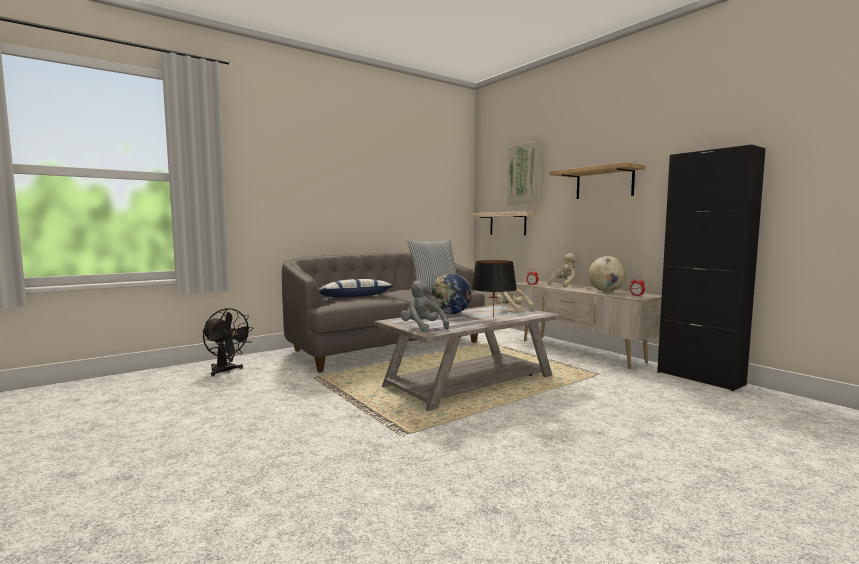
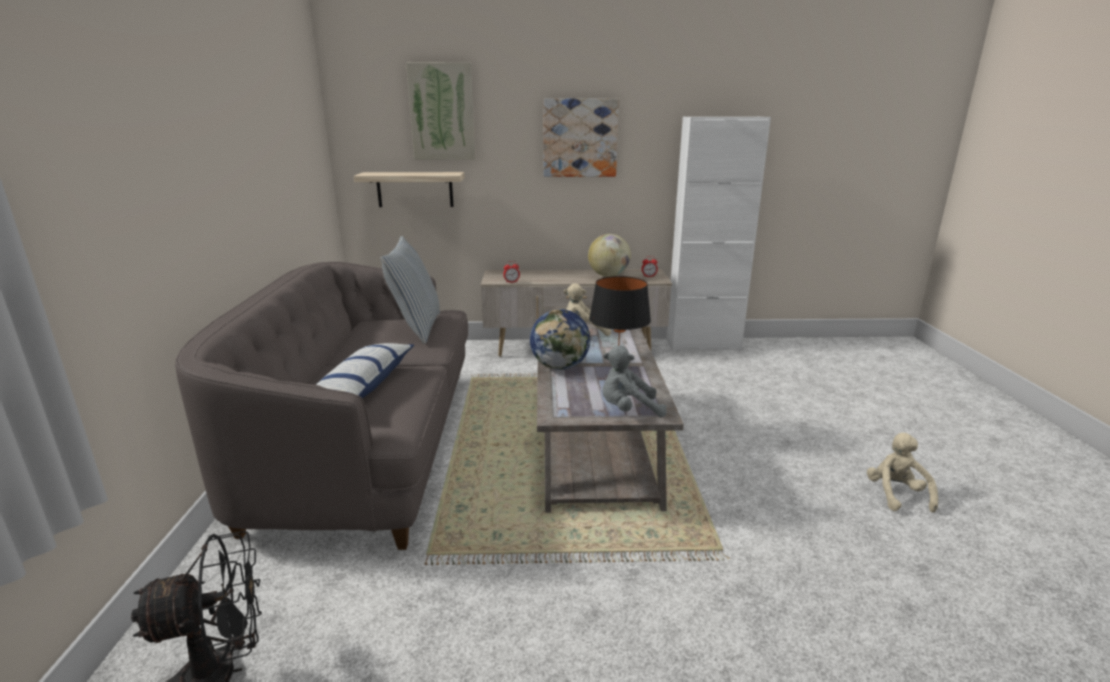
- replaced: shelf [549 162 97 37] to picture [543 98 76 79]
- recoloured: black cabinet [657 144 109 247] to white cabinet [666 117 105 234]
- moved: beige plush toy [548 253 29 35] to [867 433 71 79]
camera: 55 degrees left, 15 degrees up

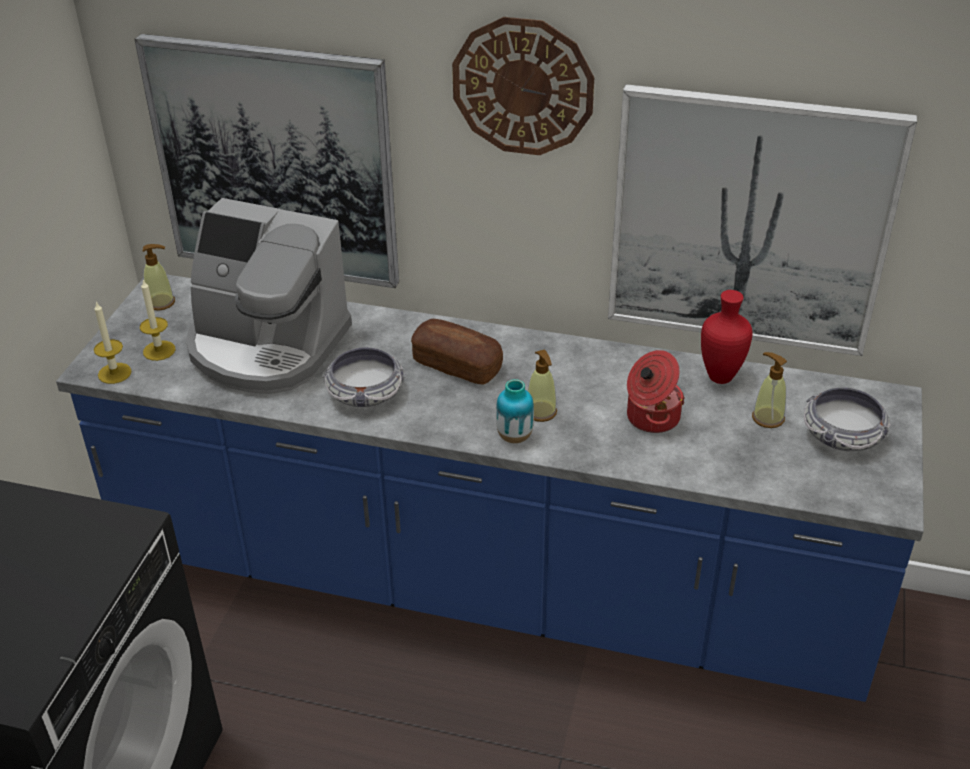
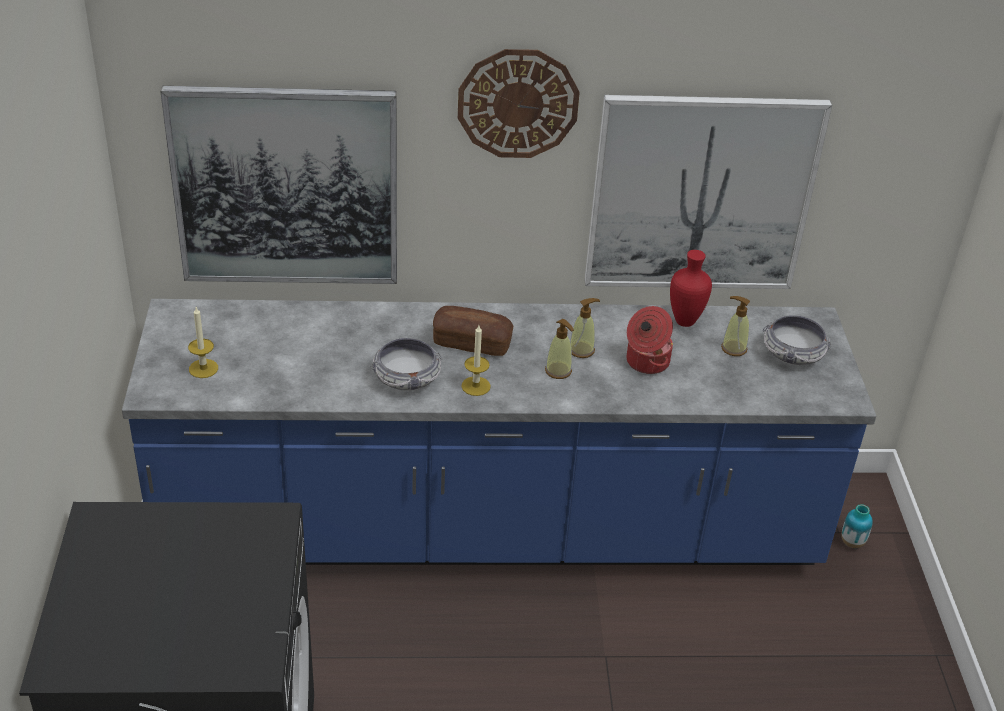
- moved: candle [94 301 38 83] to [461 325 30 71]
- moved: soap dispenser [143 244 32 66] to [570 298 30 60]
- moved: vase [496 379 38 64] to [841 504 32 44]
- removed: coffee machine [186 198 166 196]
camera: 20 degrees left, 0 degrees up

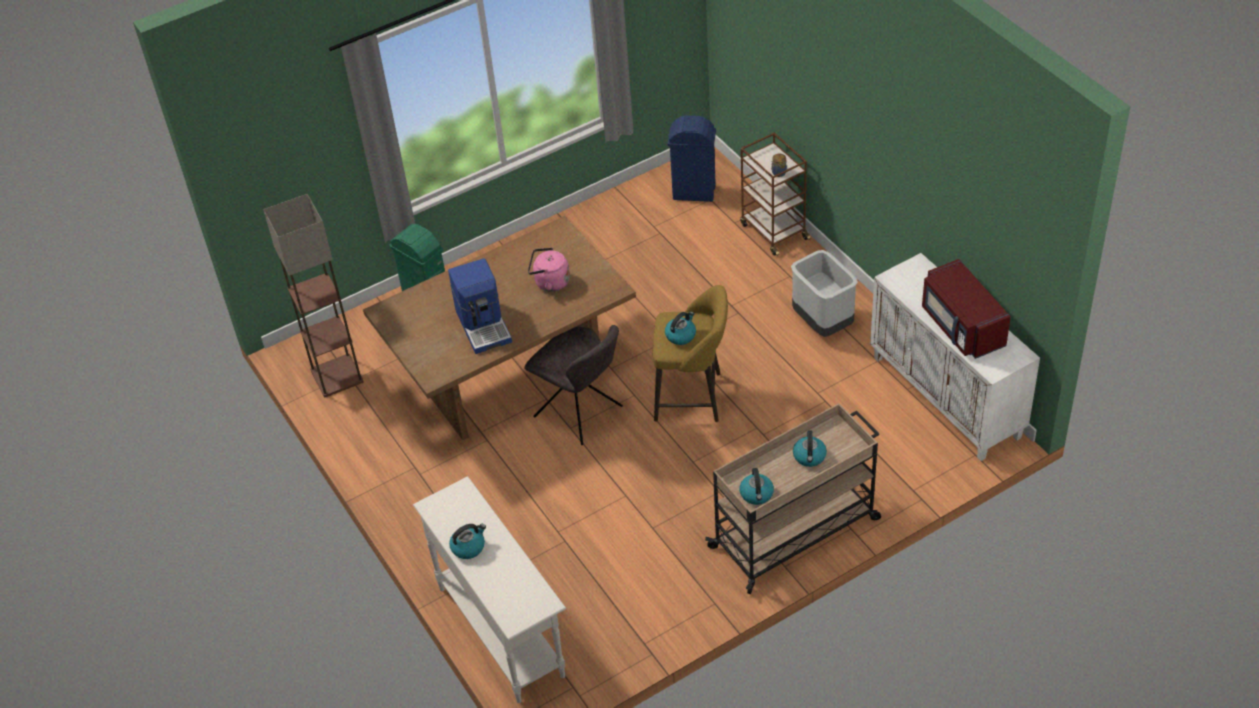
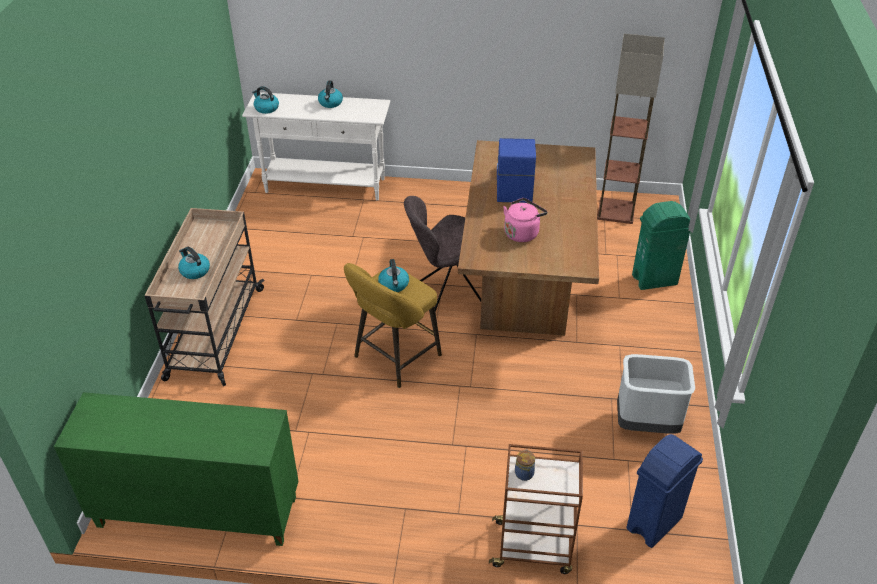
- recoloured: white cabinet [870 253 170 208] to green cabinet [54 392 244 154]
- moved: kettle [740 468 34 37] to [252 86 27 28]
- turned: coffee machine [448 258 64 96] = [497 138 39 65] 75 degrees clockwise
- moved: grey trash can [791 250 67 87] to [617 354 78 80]
- removed: red microwave [922 259 89 100]
camera: 125 degrees right, 5 degrees down

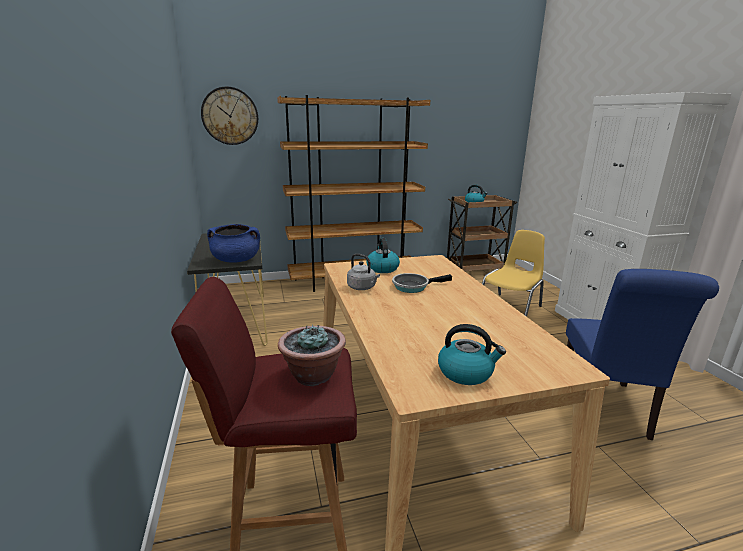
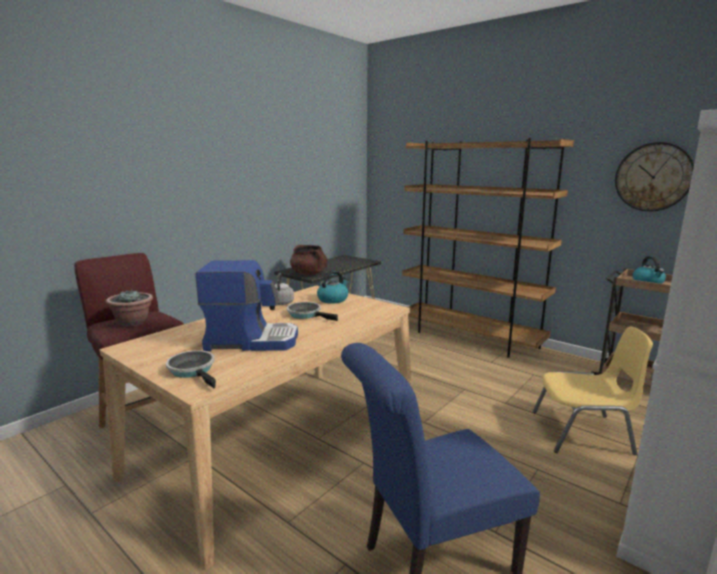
- added: frying pan [166 350 50 38]
- added: coffee machine [195 260 103 91]
- recoloured: blue cooking pot [207 224 53 39] to brown cooking pot [290 245 37 30]
- moved: wall clock [201 87 57 58] to [615 142 79 70]
- removed: kettle [438 324 68 61]
camera: 55 degrees right, 5 degrees down

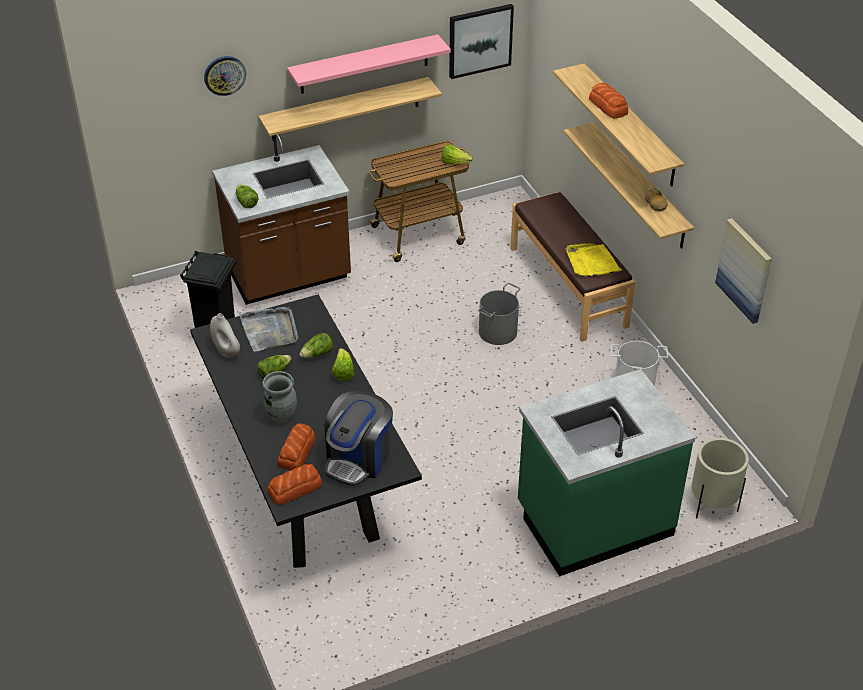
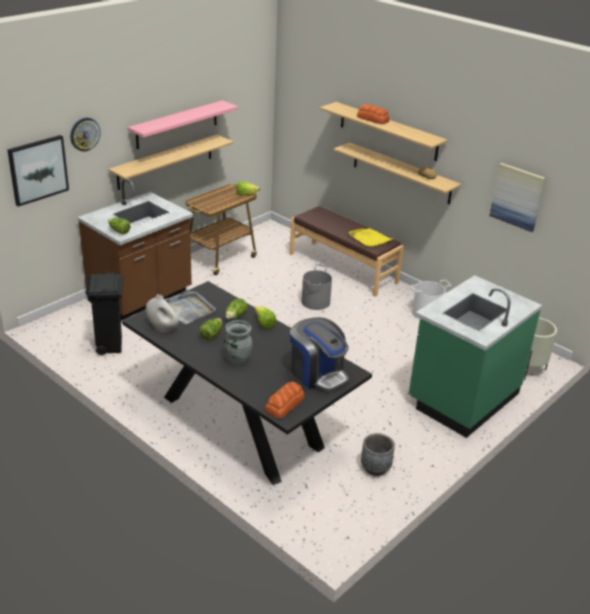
- moved: picture [449 4 65 75] to [7 135 62 72]
- turned: coffee machine [324 391 69 95] = [290 317 59 75] 45 degrees counterclockwise
- added: grey planter [361 433 34 43]
- removed: bread [277 423 39 47]
camera: 25 degrees left, 10 degrees down

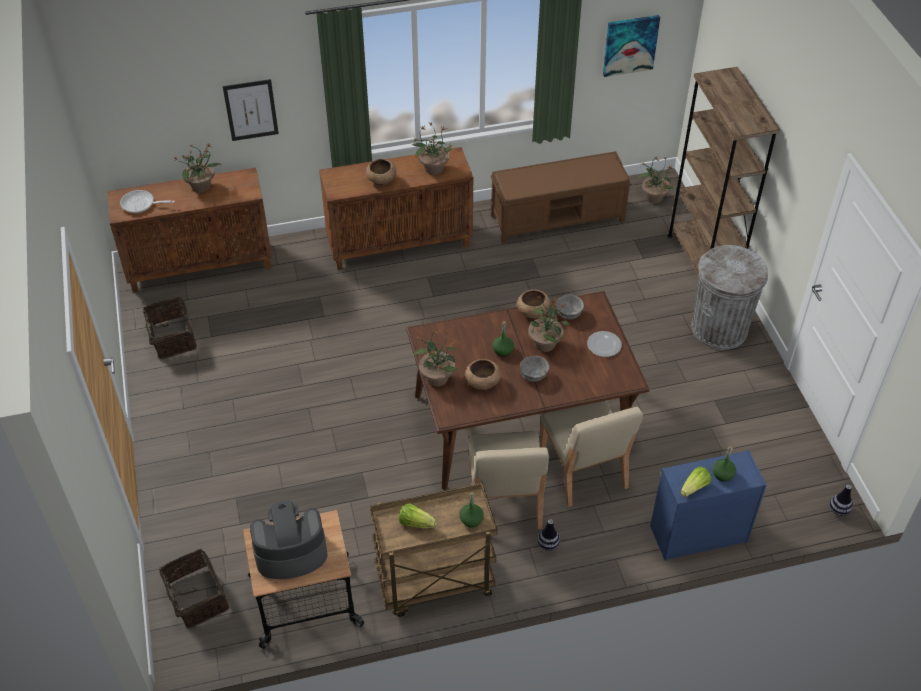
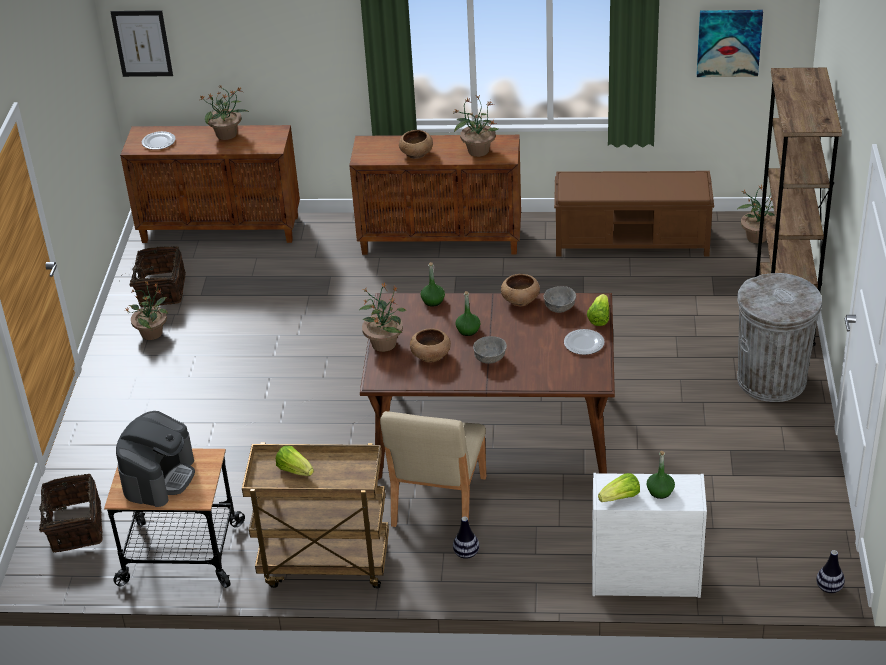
- moved: picture [223 79 56 62] to [111 10 62 67]
- turned: coffee machine [250 501 77 78] = [116 411 79 96] 105 degrees clockwise
- moved: potted plant [528 296 42 56] to [125 281 43 59]
- replaced: frying pan [120 190 55 23] to plate [142 131 34 19]
- moved: green bottle [459 492 25 36] to [420 262 25 45]
- added: lettuce [587 294 22 32]
- recoloured: blue dresser [650 450 117 111] to white dresser [592 473 115 125]
- removed: beige chair [540 401 103 106]
camera: 20 degrees right, 10 degrees down

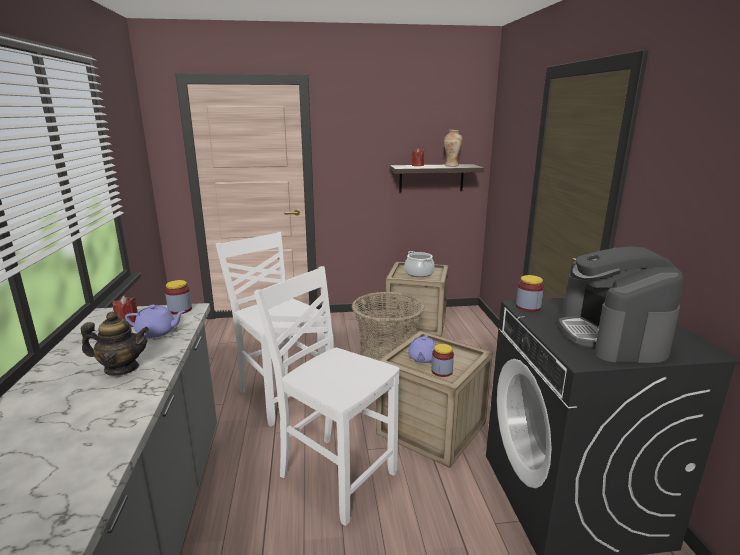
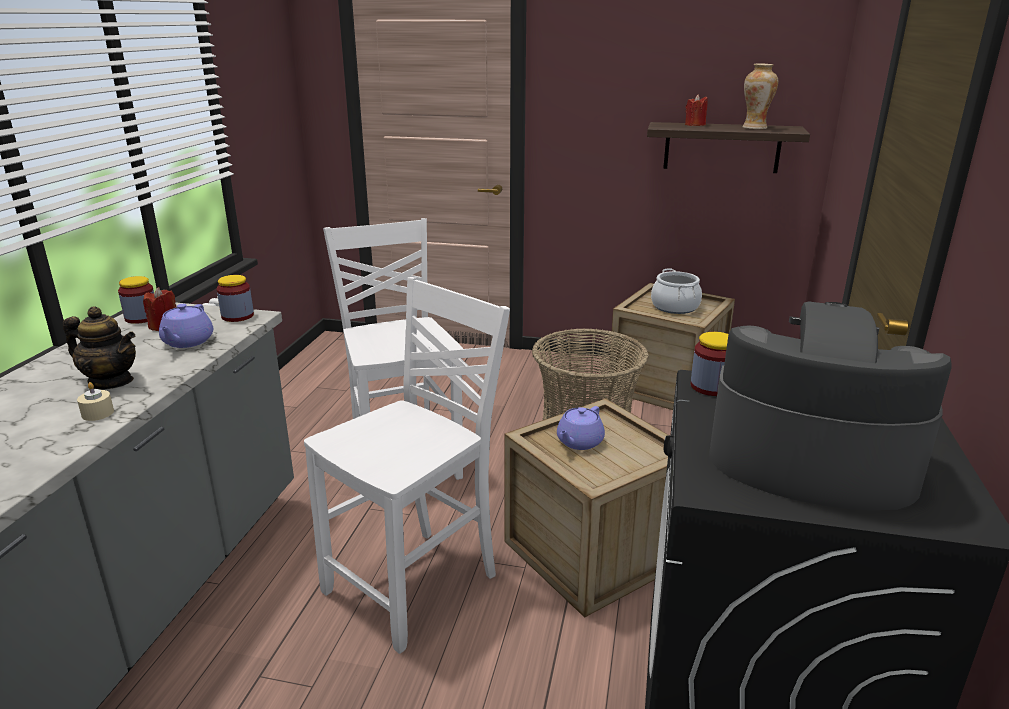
- added: beige candle [77 382 37 39]
- moved: jar [432 344 22 33] to [118 276 36 48]
- turned: purple teapot [125 305 60 33] = [159 304 54 44] 75 degrees clockwise
- turned: white chair [254 266 146 260] = [304 277 206 377] 75 degrees clockwise
- turned: coffee machine [559 246 125 117] = [709 301 243 209] 90 degrees clockwise
camera: 20 degrees right, 5 degrees up

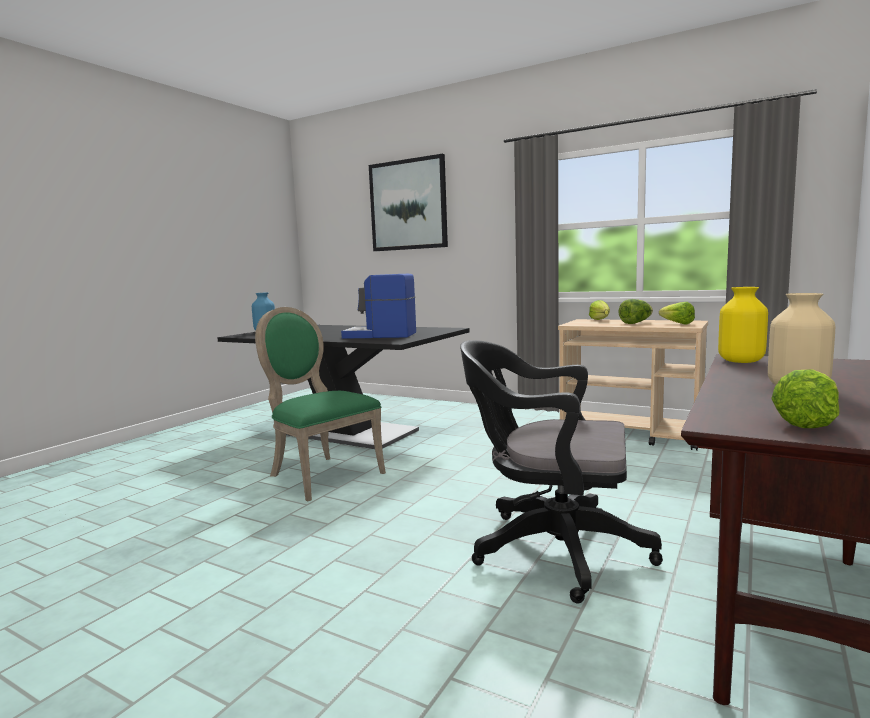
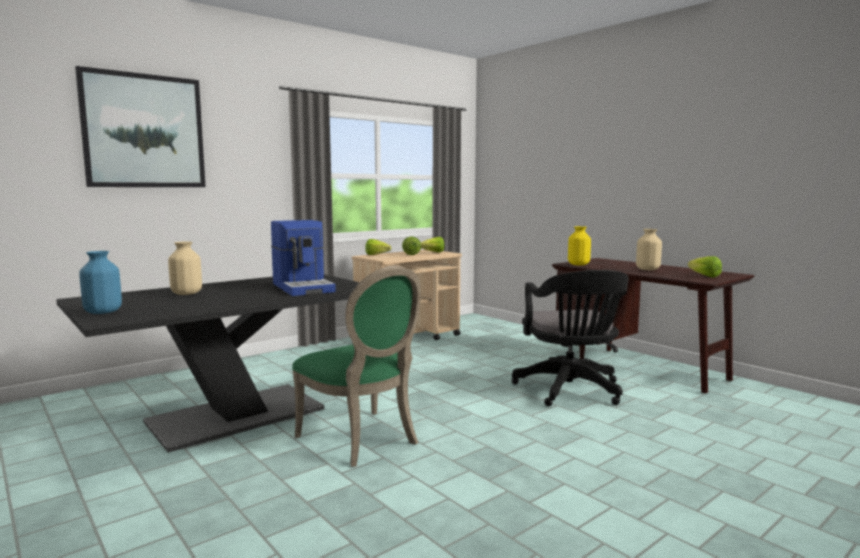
- added: beige vase [168 241 34 54]
- turned: coffee machine [341 274 75 65] = [271 220 65 76] 60 degrees counterclockwise
- turned: green chair [255 307 131 194] = [292 266 129 201] 105 degrees counterclockwise
- turned: black office chair [460 340 203 264] = [511 270 118 136] 45 degrees counterclockwise
camera: 70 degrees left, 0 degrees up

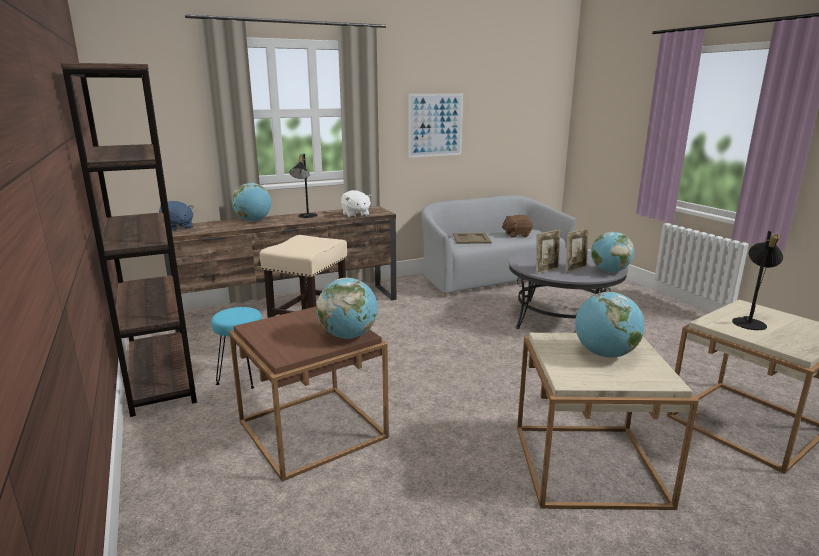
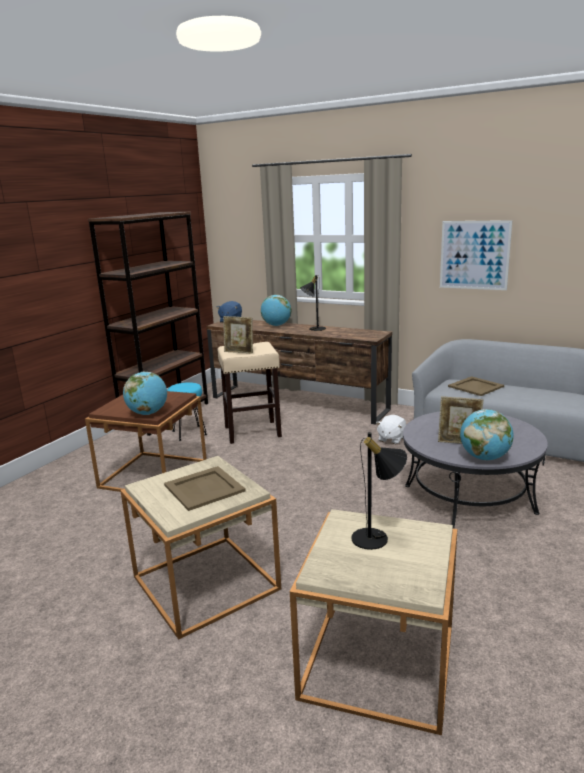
- replaced: globe [575 292 69 66] to beige tray [164 466 82 45]
- moved: picture frame [536 230 24 44] to [223 316 30 38]
- moved: white plush toy [341 190 31 28] to [376 415 30 29]
- removed: brown plush toy [502 215 30 22]
camera: 55 degrees right, 0 degrees up

